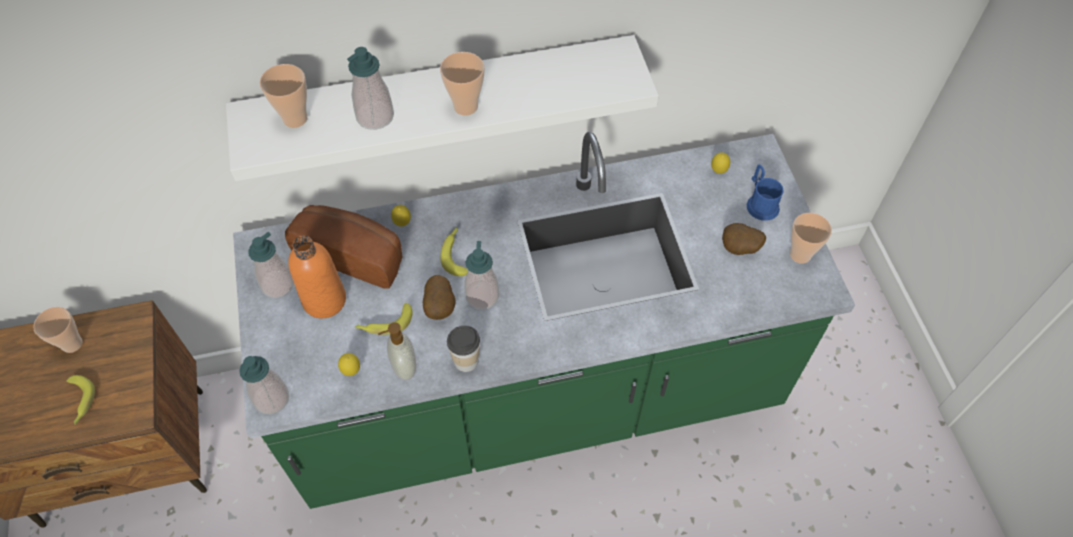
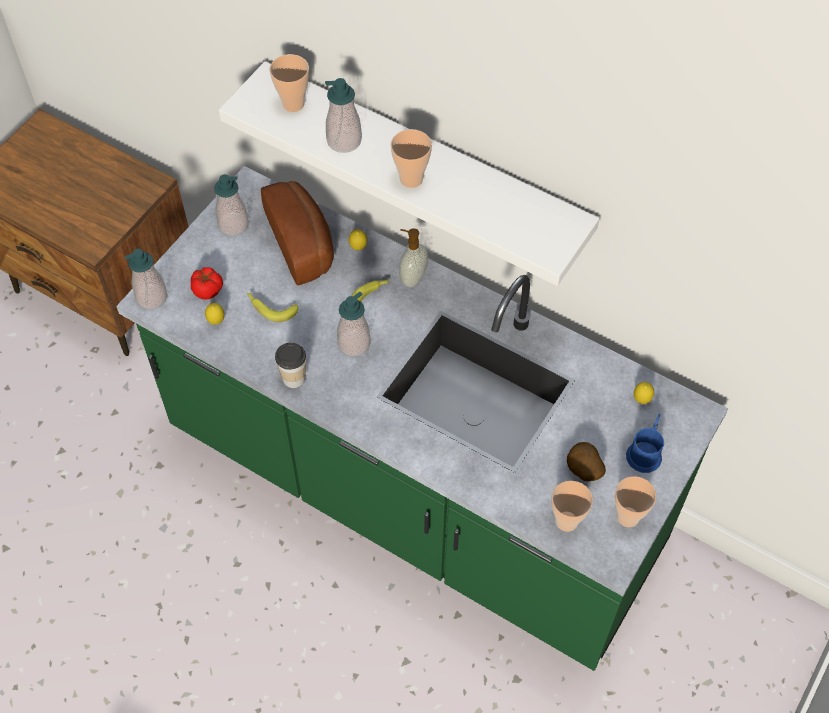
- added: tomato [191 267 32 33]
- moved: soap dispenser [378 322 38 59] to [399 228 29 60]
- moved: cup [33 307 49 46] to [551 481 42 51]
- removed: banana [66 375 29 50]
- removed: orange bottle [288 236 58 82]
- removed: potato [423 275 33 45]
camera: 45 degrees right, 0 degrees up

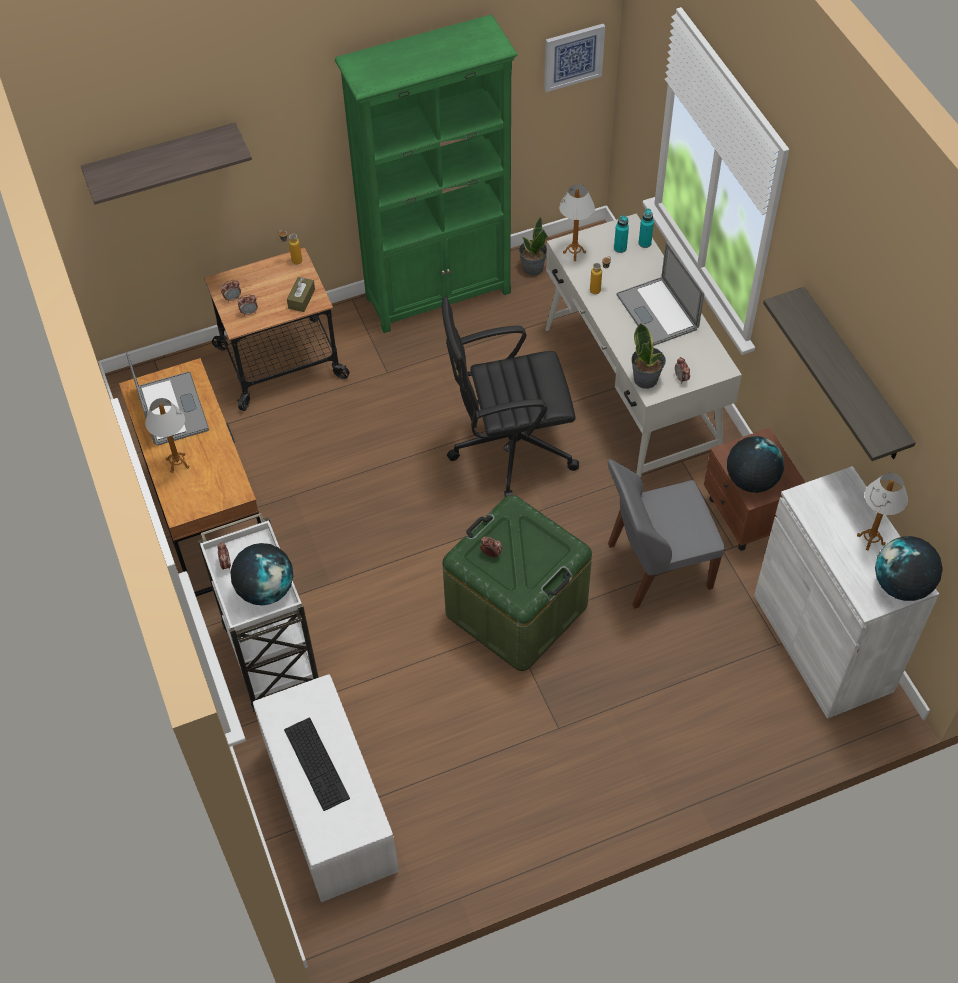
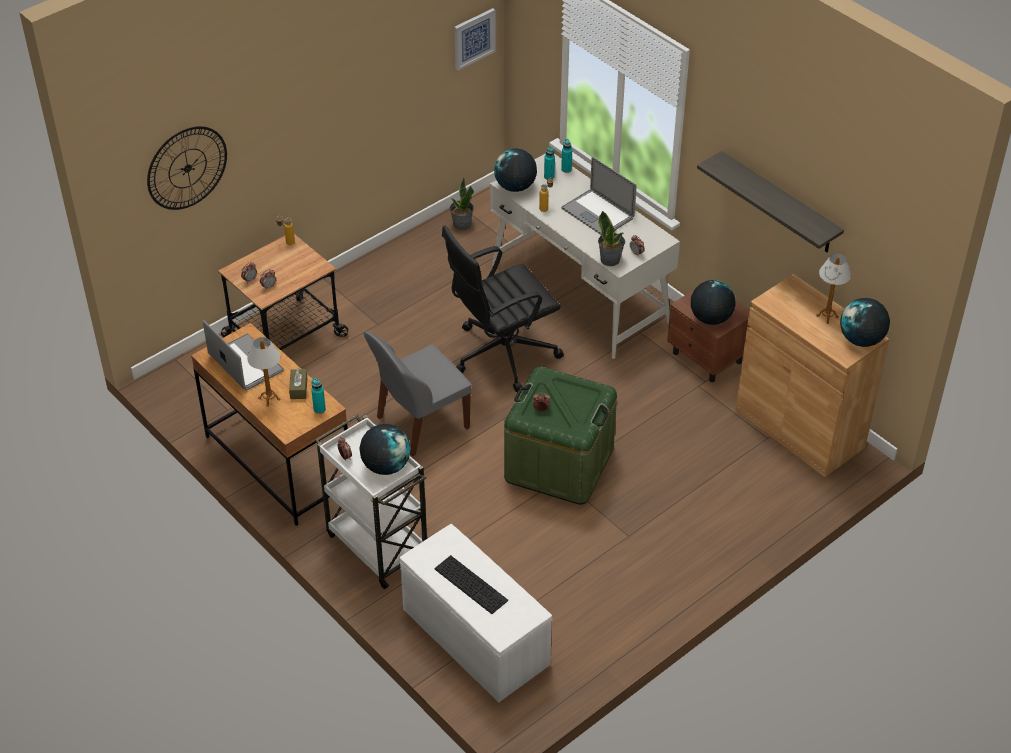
- replaced: shelf [81 123 171 82] to wall clock [147 126 80 84]
- moved: brown tissue box [287 277 28 35] to [289 368 18 31]
- added: turquoise bottle [311 379 15 35]
- moved: grey chair [608 459 117 150] to [364 331 107 126]
- replaced: table lamp [559 184 36 77] to globe [494 149 43 43]
- recoloured: white cabinet [754 466 185 253] to brown cabinet [736 274 153 203]
- removed: green bookcase [335 15 183 318]
camera: 20 degrees left, 10 degrees down

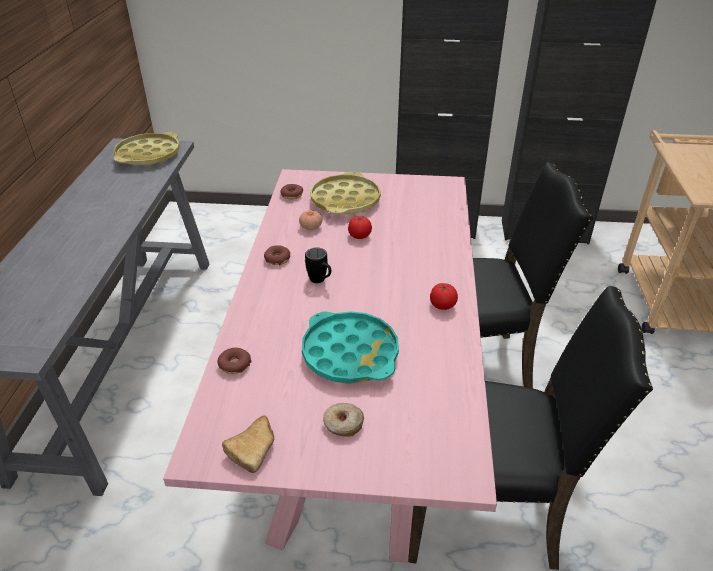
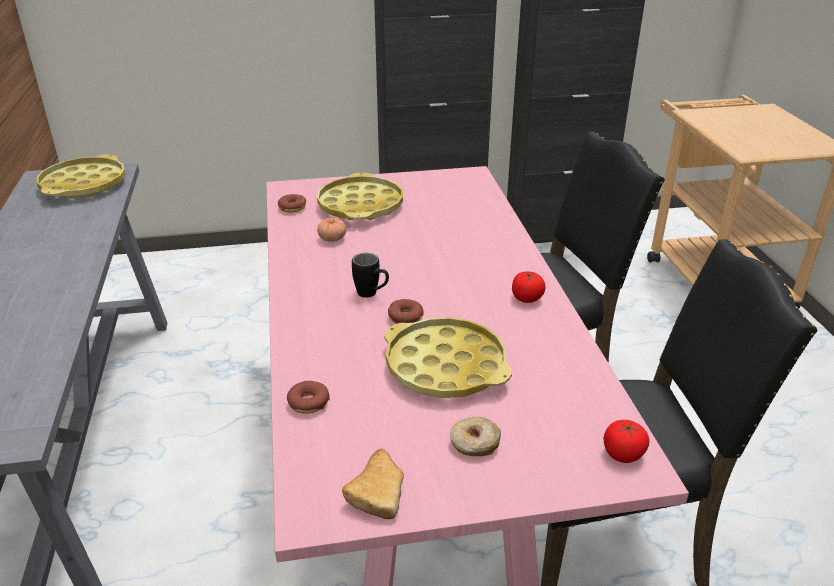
- recoloured: turquoise tray [302 311 97 73] to yellow tray [384 317 128 81]
- moved: donut [264 245 26 21] to [388 299 36 25]
- moved: tomato [348 216 24 23] to [604 420 45 43]
camera: 15 degrees left, 5 degrees down

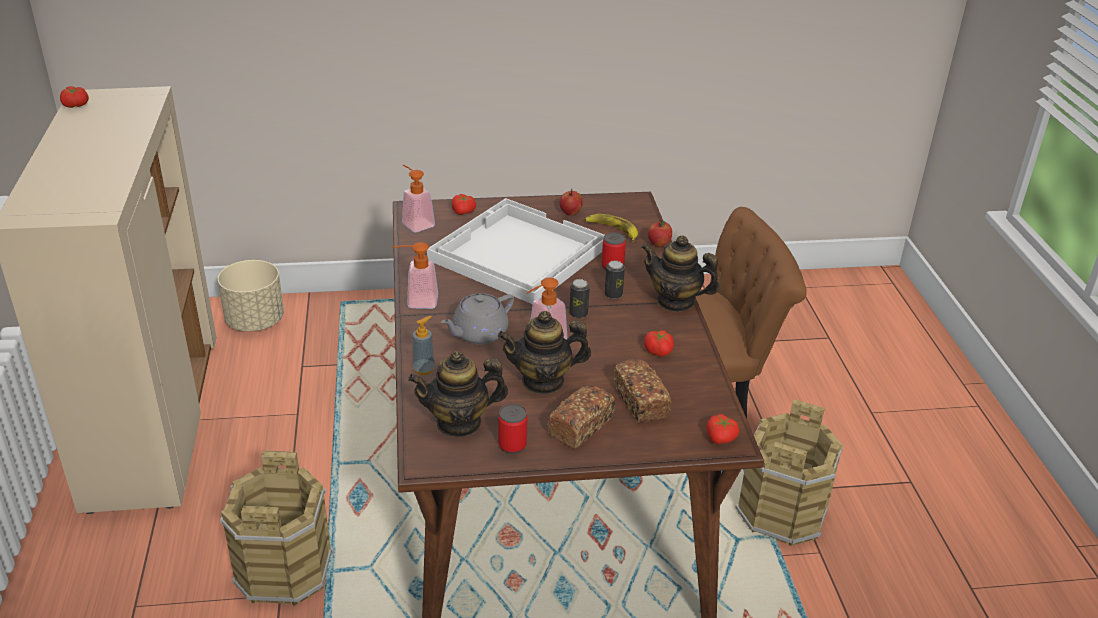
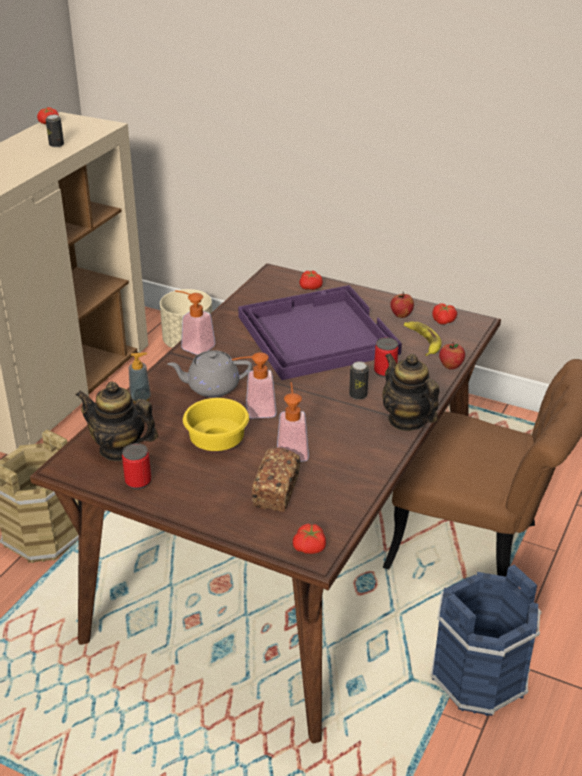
- moved: can [569 279 21 39] to [46 115 18 32]
- replaced: teapot [498 311 93 83] to yellow bowl [183 398 66 53]
- recoloured: white tray [427 198 177 106] to purple tray [238 285 164 95]
- moved: soap dispenser [402 165 33 67] to [277 382 32 80]
- recoloured: brown bucket [735 399 108 147] to blue bucket [430 565 112 151]
- moved: tomato [644 330 30 26] to [432 303 25 22]
- removed: bread [548 385 67 64]
camera: 35 degrees right, 0 degrees up

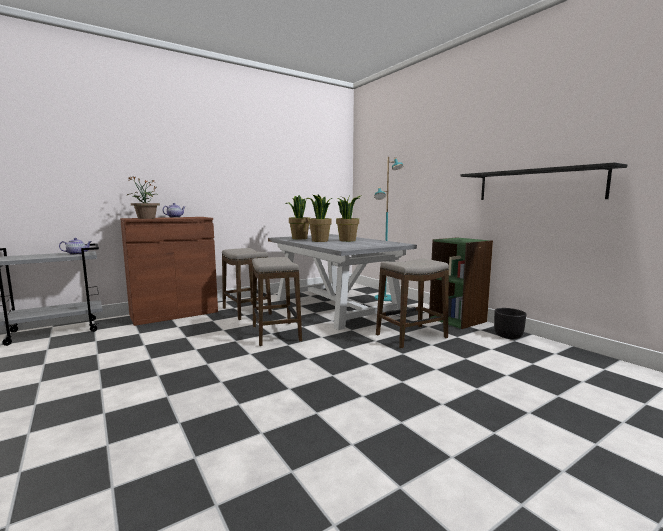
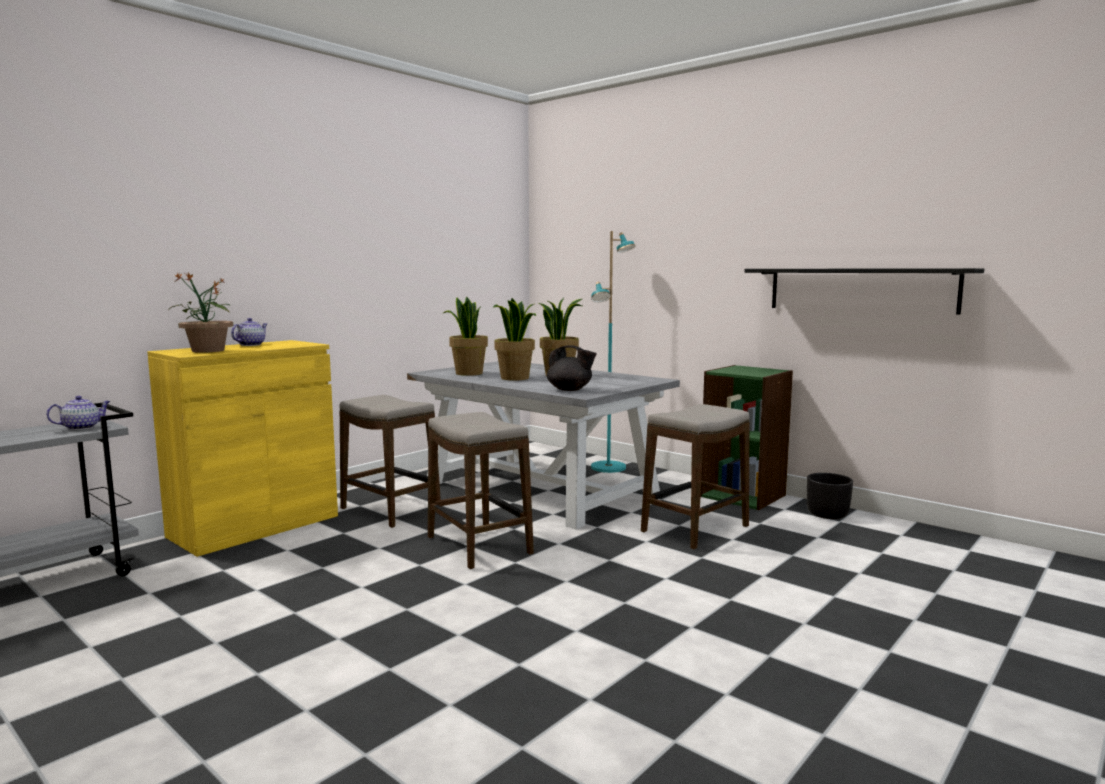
- recoloured: brown cabinet [120 217 98 109] to yellow cabinet [147 340 191 217]
- added: black teapot [547 345 50 46]
camera: 15 degrees left, 0 degrees up

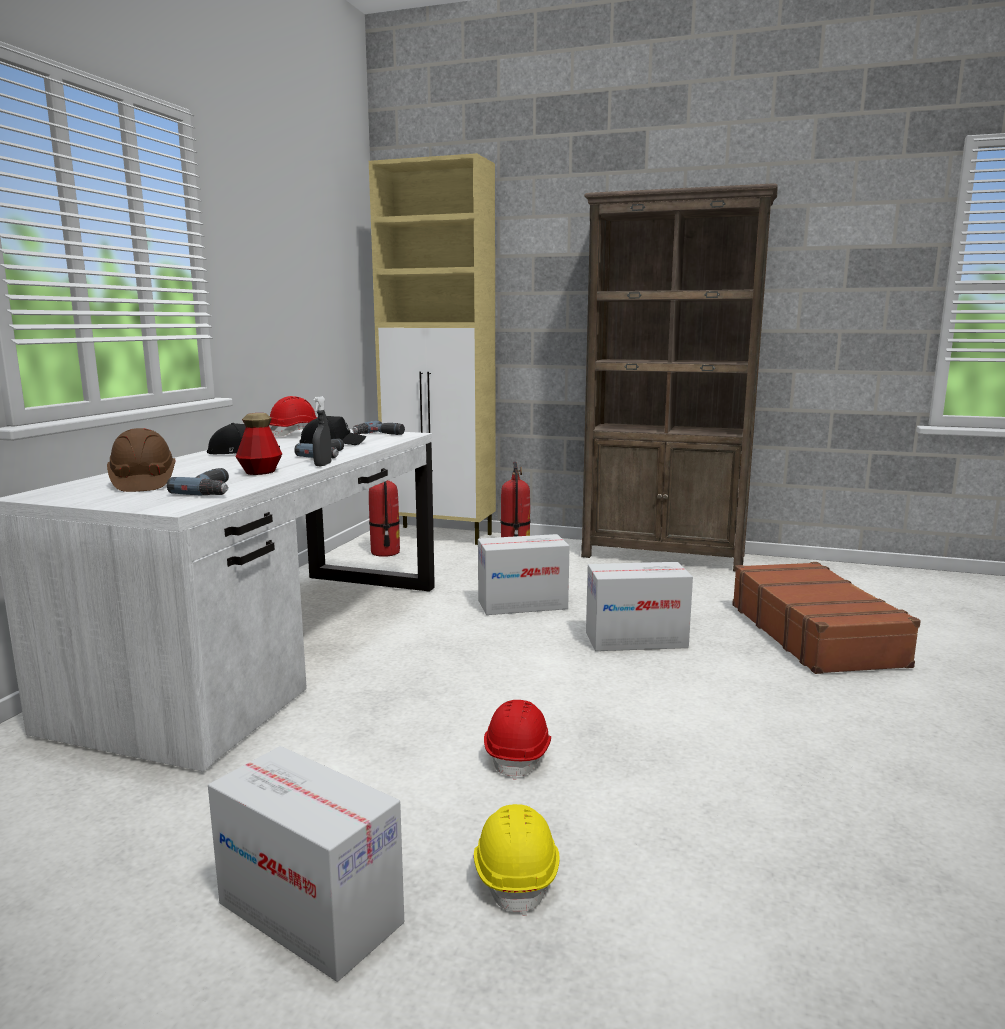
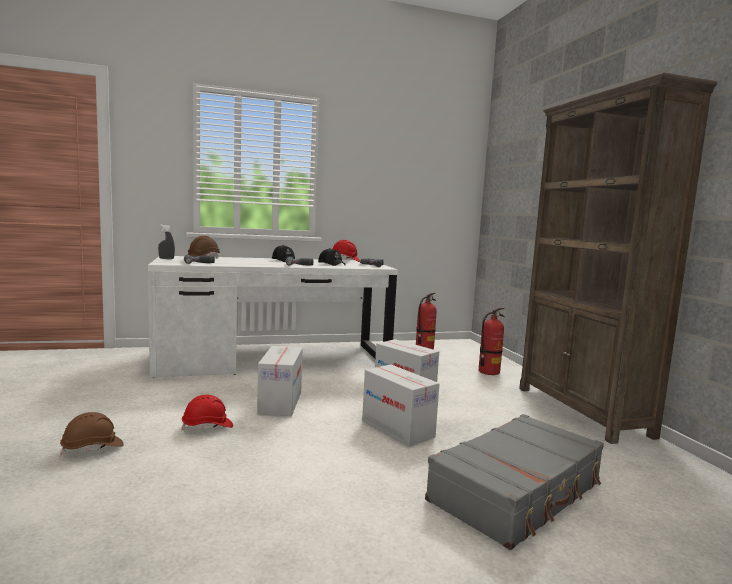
- recoloured: yellow hard hat [474 804 85 112] to brown hard hat [60 412 64 45]
- moved: grey spray bottle [313 396 19 70] to [158 224 17 35]
- moved: cardboard box [208 746 196 236] to [257 346 46 70]
- recoloured: brown suitcase [732 562 189 112] to grey suitcase [425 414 179 136]
- removed: bottle [236 413 46 62]
- removed: beige cabinet [369 153 127 392]
camera: 55 degrees right, 5 degrees down

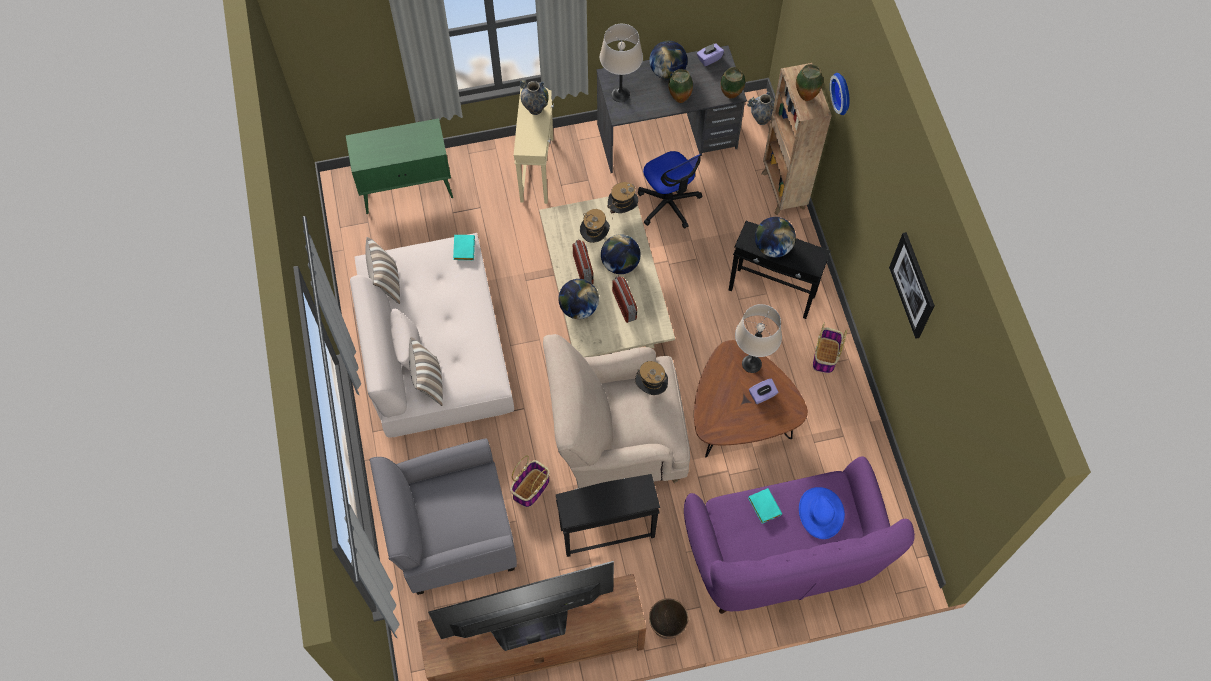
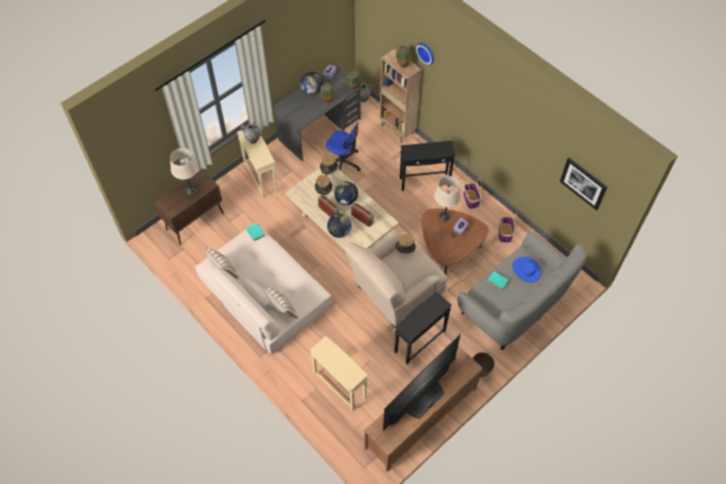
- recoloured: green cabinet [346 118 107 96] to brown cabinet [154 170 70 75]
- moved: beige table lamp [600 24 43 78] to [170 148 28 47]
- replaced: grey armchair [369 439 148 156] to beige side table [310 336 58 75]
- recoloured: purple sofa [684 456 231 158] to grey sofa [457 232 130 118]
- moved: basket [510 455 40 52] to [499 212 18 31]
- moved: picture [889 232 46 107] to [560 158 47 53]
- removed: globe [755 217 41 41]
camera: 30 degrees left, 5 degrees down

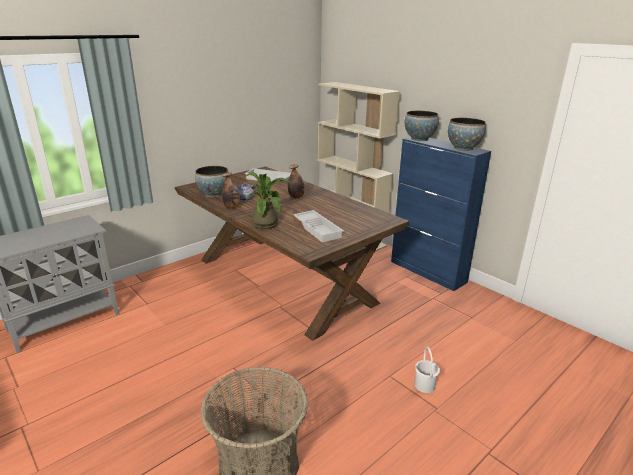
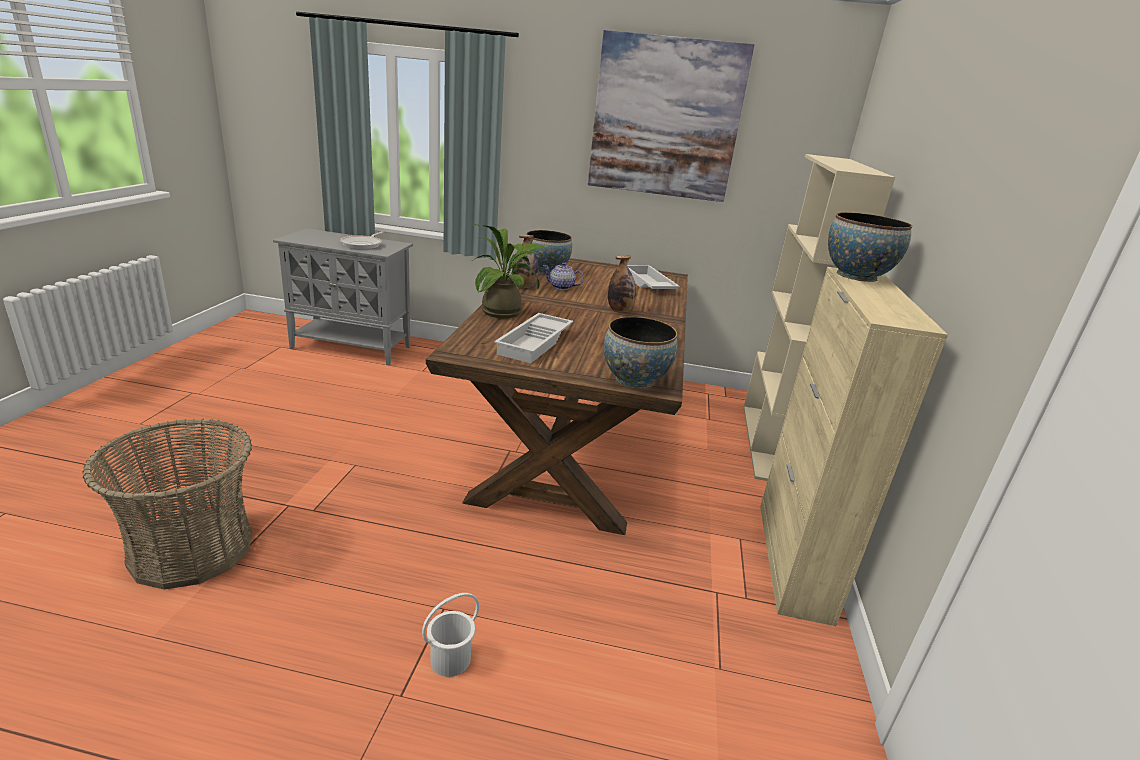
- added: frying pan [340 232 44 17]
- added: picture [588 30 167 172]
- moved: bowl [448 118 38 33] to [604 317 74 72]
- recoloured: blue cabinet [391 137 100 154] to beige cabinet [760 267 188 359]
camera: 50 degrees right, 0 degrees up

